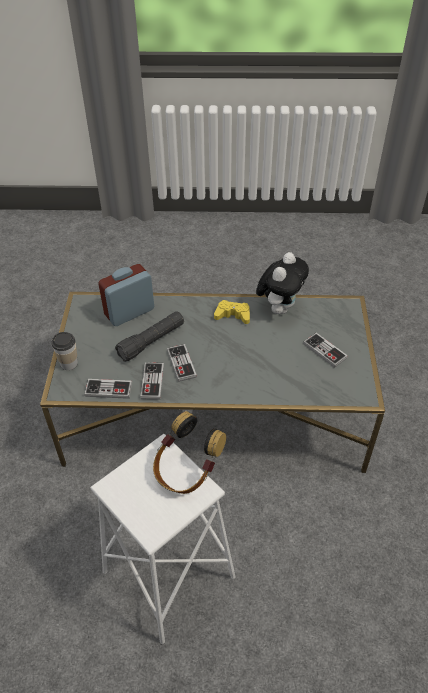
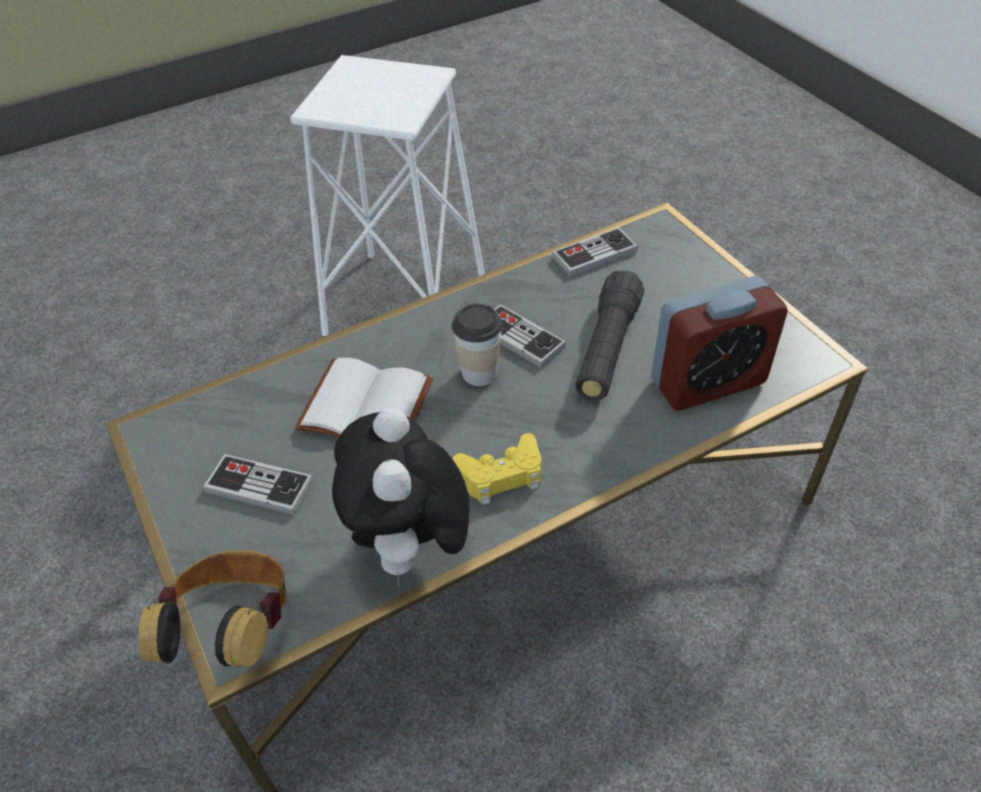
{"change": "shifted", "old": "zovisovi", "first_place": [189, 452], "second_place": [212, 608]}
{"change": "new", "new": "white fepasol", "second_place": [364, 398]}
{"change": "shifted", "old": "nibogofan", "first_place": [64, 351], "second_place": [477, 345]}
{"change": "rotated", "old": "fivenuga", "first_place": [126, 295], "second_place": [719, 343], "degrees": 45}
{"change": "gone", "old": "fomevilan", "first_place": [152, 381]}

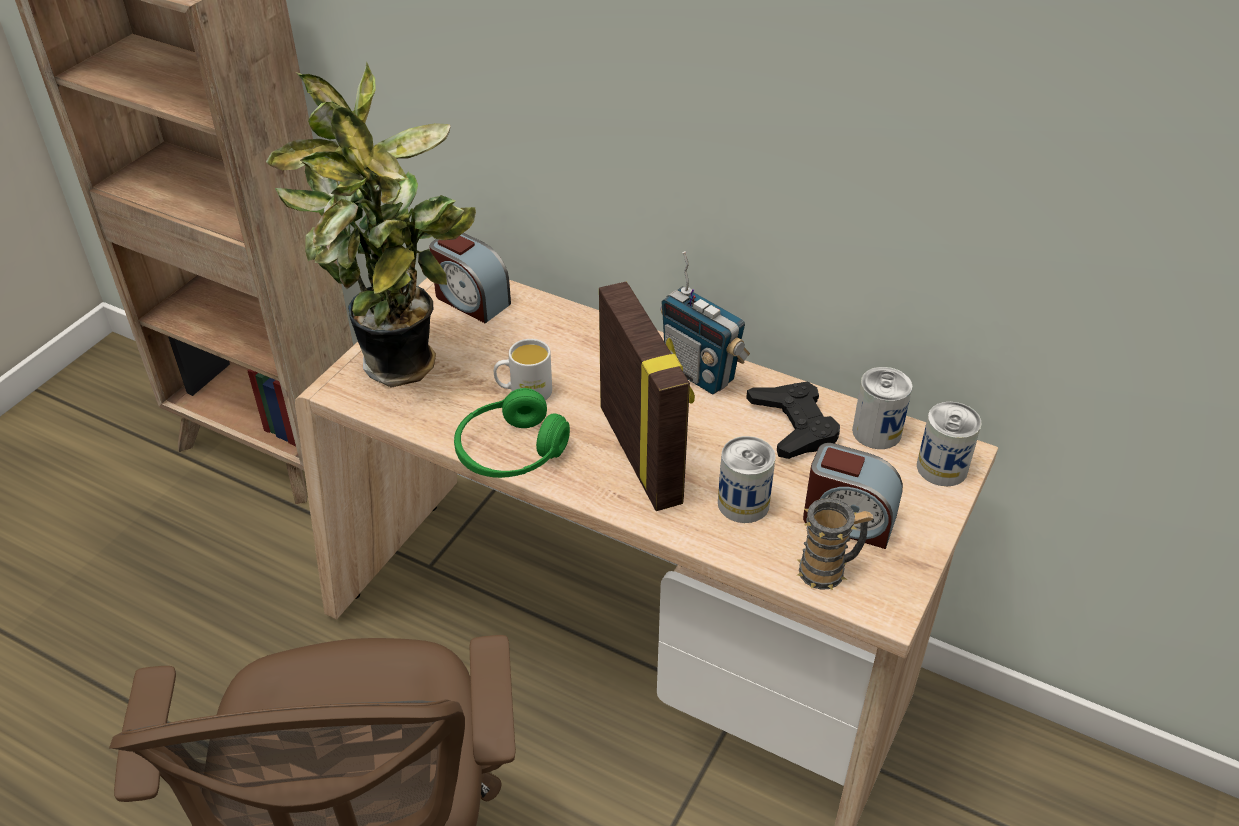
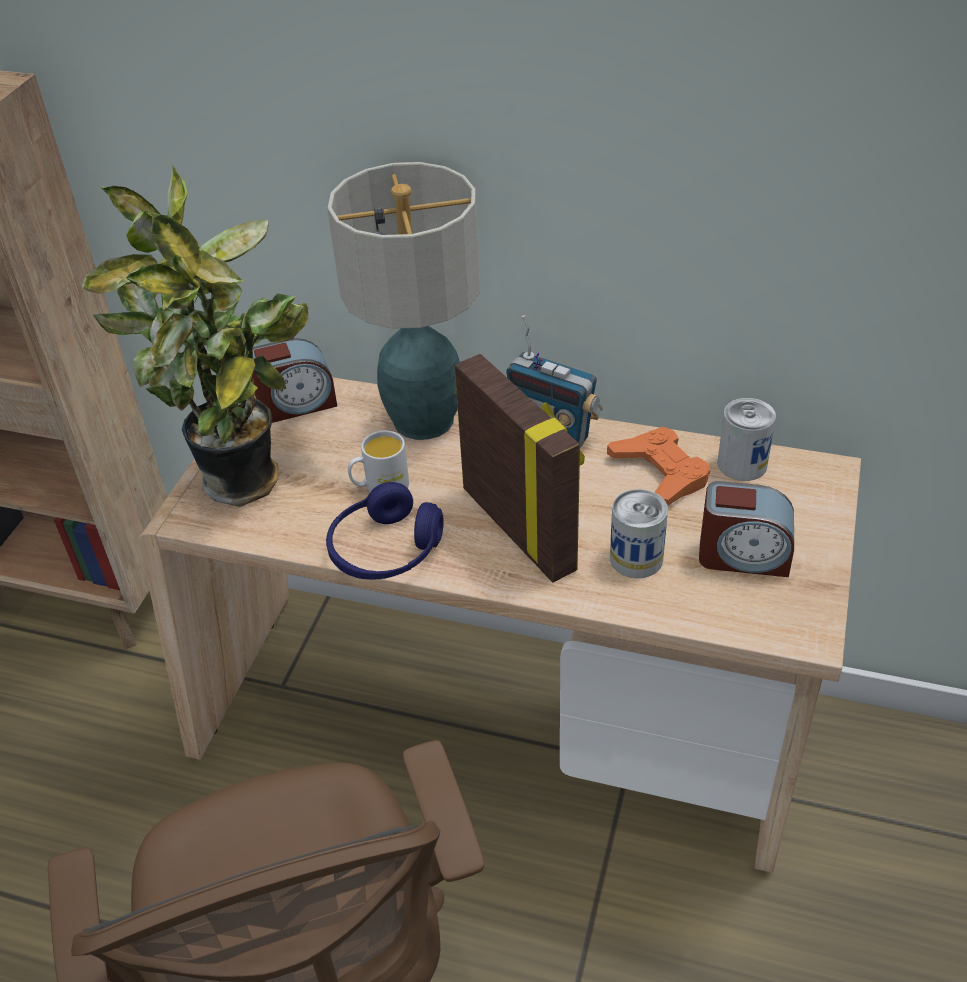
{"change": "rotated", "old": "fivenuga", "first_place": [470, 278], "second_place": [294, 380], "degrees": -45}
{"change": "repainted", "old": "green zovisovi", "new": "blue zovisovi", "first_place": [512, 433], "second_place": [385, 531]}
{"change": "new", "new": "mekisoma", "second_place": [403, 301]}
{"change": "repainted", "old": "black fomevilan", "new": "orange fomevilan", "first_place": [793, 420], "second_place": [658, 466]}
{"change": "gone", "old": "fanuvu", "first_place": [834, 544]}
{"change": "gone", "old": "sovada", "first_place": [949, 444]}

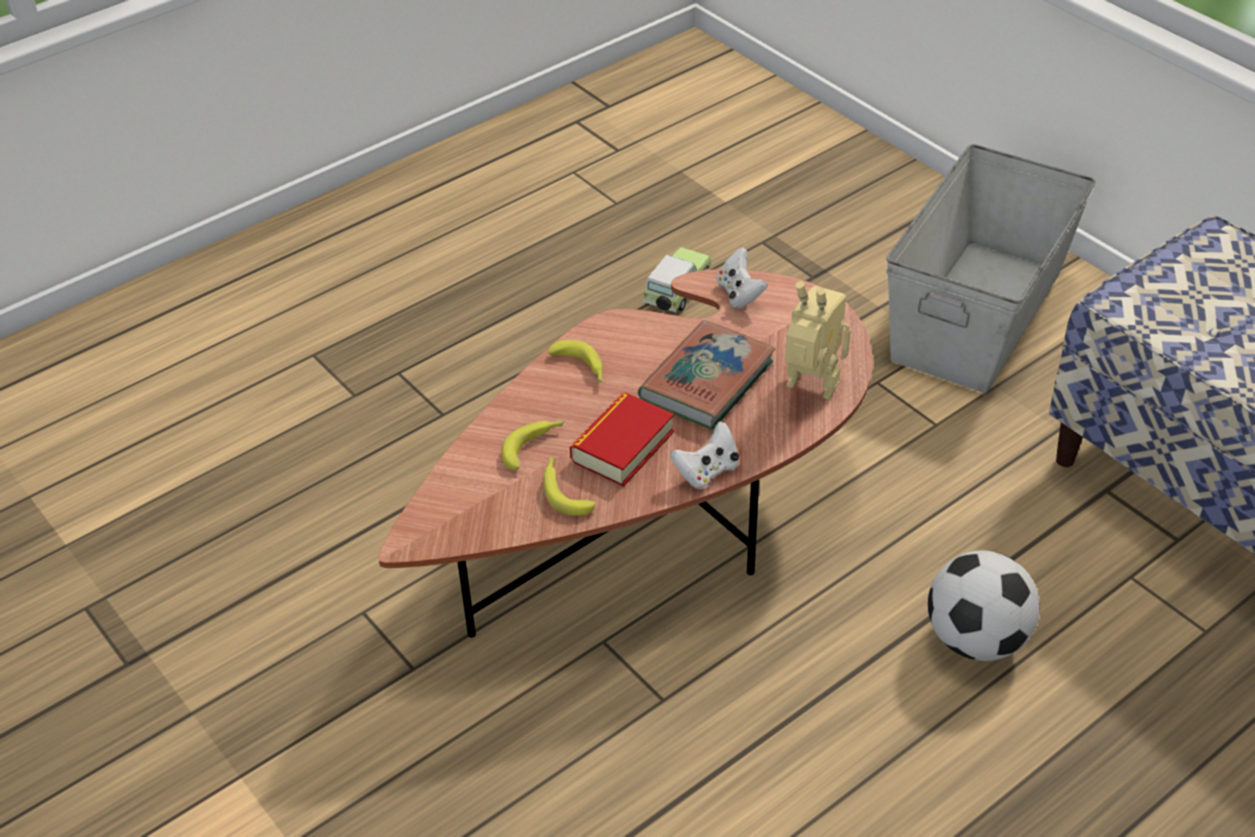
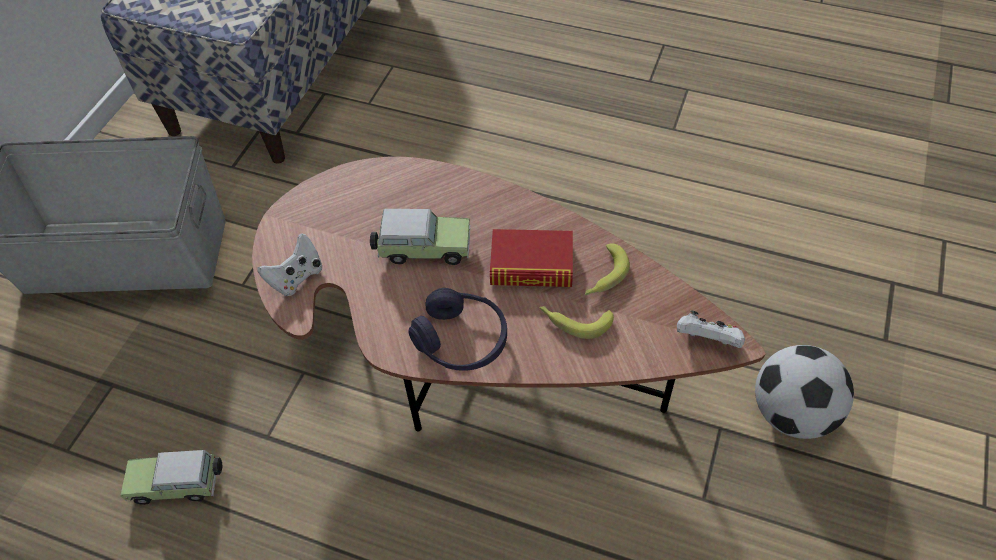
{"change": "swapped", "old": "fepasol", "new": "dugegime", "first_place": [707, 375], "second_place": [420, 237]}
{"change": "swapped", "old": "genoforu", "new": "purple zovisovi", "first_place": [575, 361], "second_place": [457, 329]}
{"change": "shifted", "old": "white fomevilan", "first_place": [704, 455], "second_place": [711, 329]}
{"change": "shifted", "old": "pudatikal", "first_place": [984, 606], "second_place": [804, 392]}
{"change": "gone", "old": "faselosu", "first_place": [818, 340]}

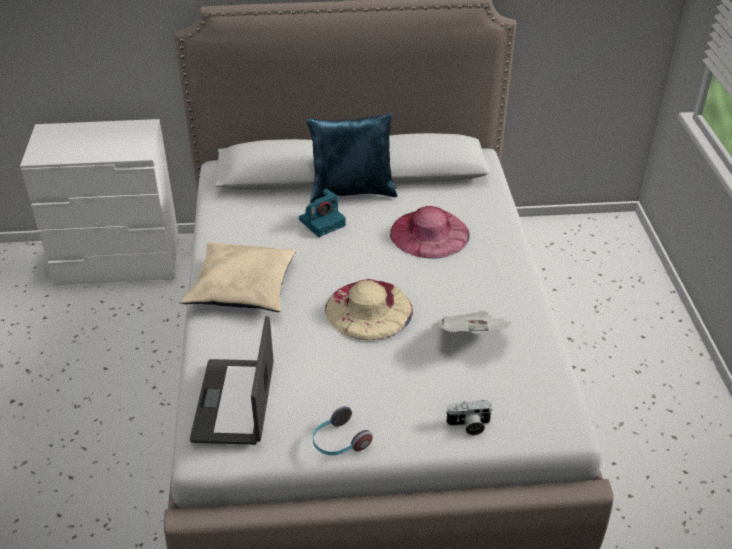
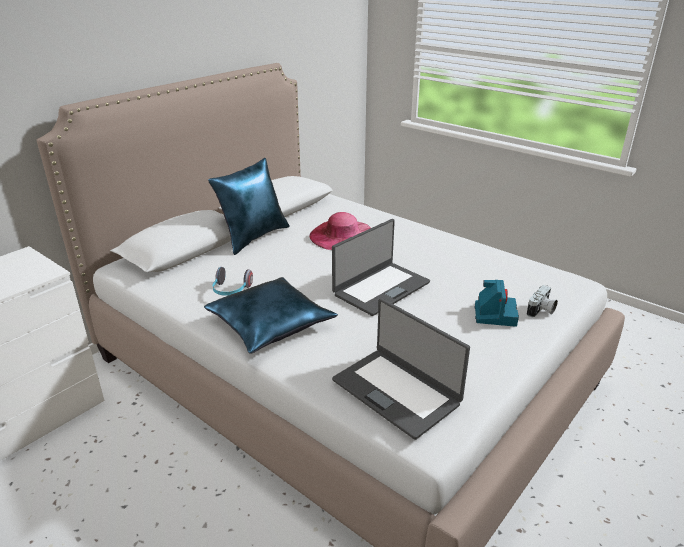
{"change": "repainted", "old": "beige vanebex", "new": "blue vanebex", "first_place": [238, 277], "second_place": [271, 315]}
{"change": "shifted", "old": "zovisovi", "first_place": [343, 430], "second_place": [233, 281]}
{"change": "swapped", "old": "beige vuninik", "new": "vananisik", "first_place": [369, 309], "second_place": [381, 267]}
{"change": "shifted", "old": "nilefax", "first_place": [322, 213], "second_place": [497, 303]}
{"change": "gone", "old": "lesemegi", "first_place": [475, 322]}

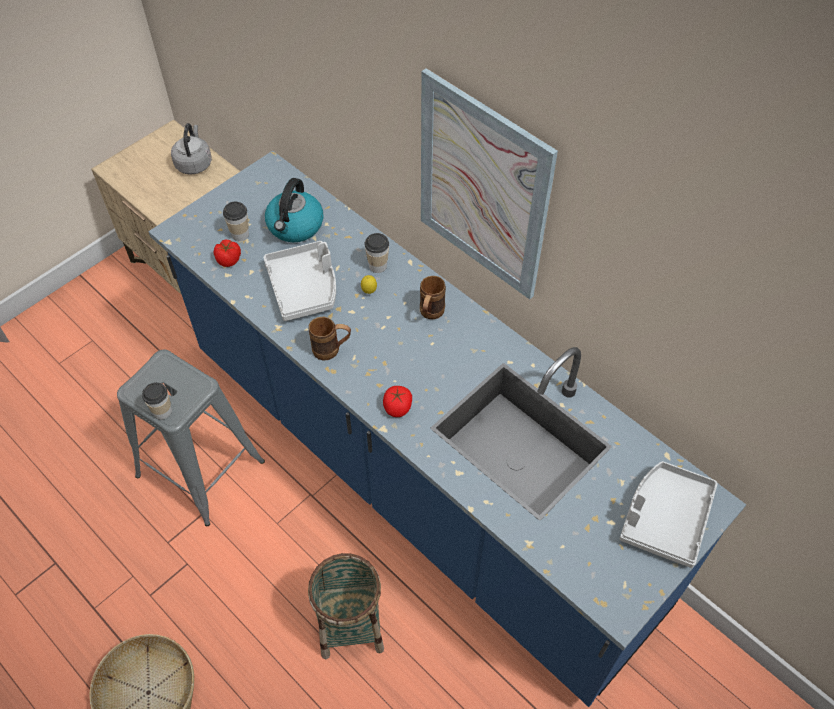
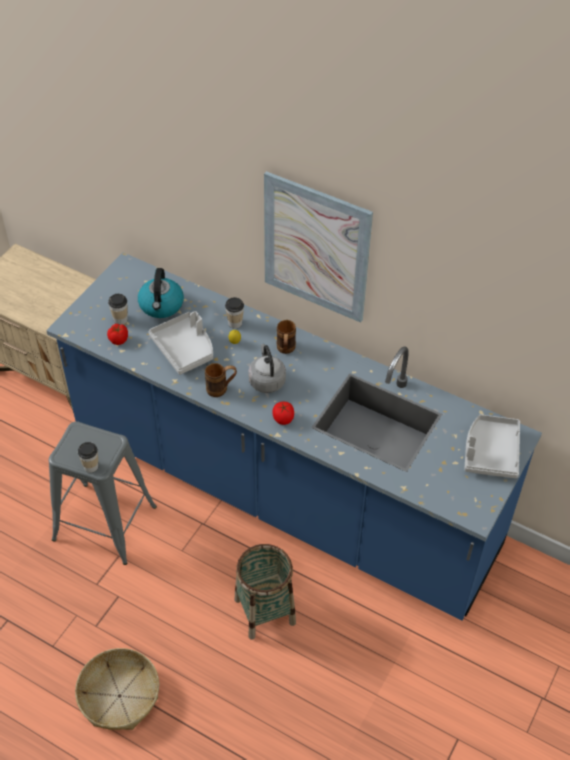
{"change": "shifted", "old": "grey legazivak", "first_place": [191, 149], "second_place": [267, 368]}

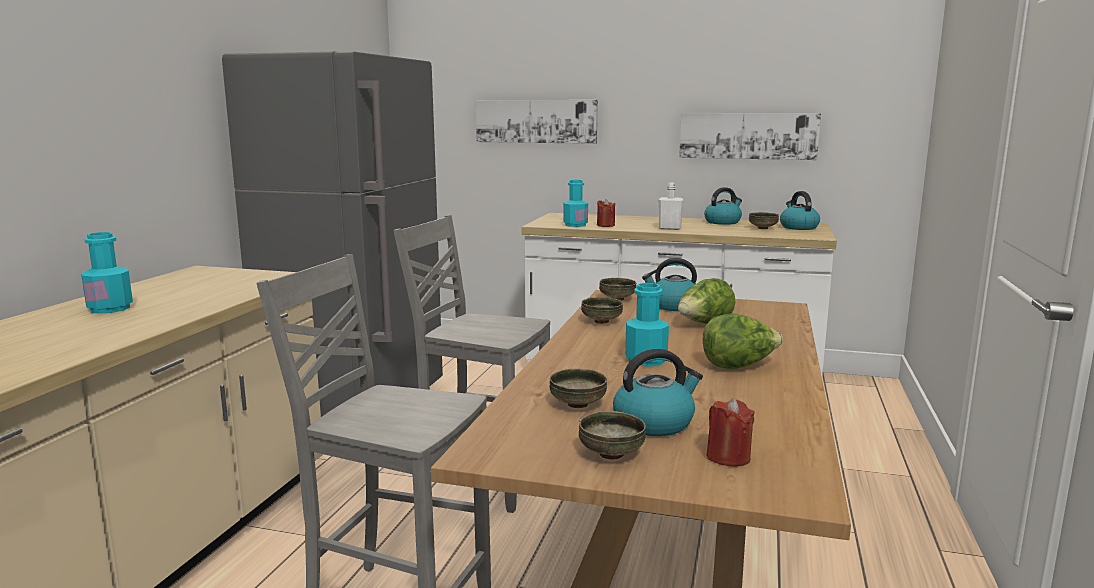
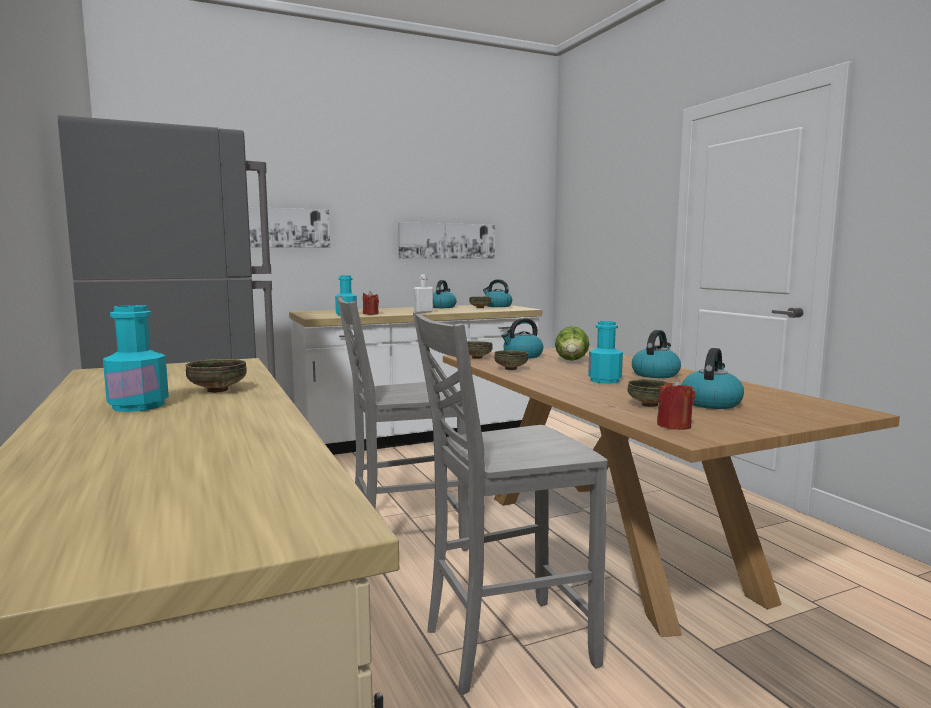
{"change": "shifted", "old": "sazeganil", "first_place": [612, 435], "second_place": [216, 376]}
{"change": "swapped", "old": "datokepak", "new": "legazivak", "first_place": [743, 341], "second_place": [656, 354]}
{"change": "shifted", "old": "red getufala", "first_place": [731, 432], "second_place": [676, 404]}

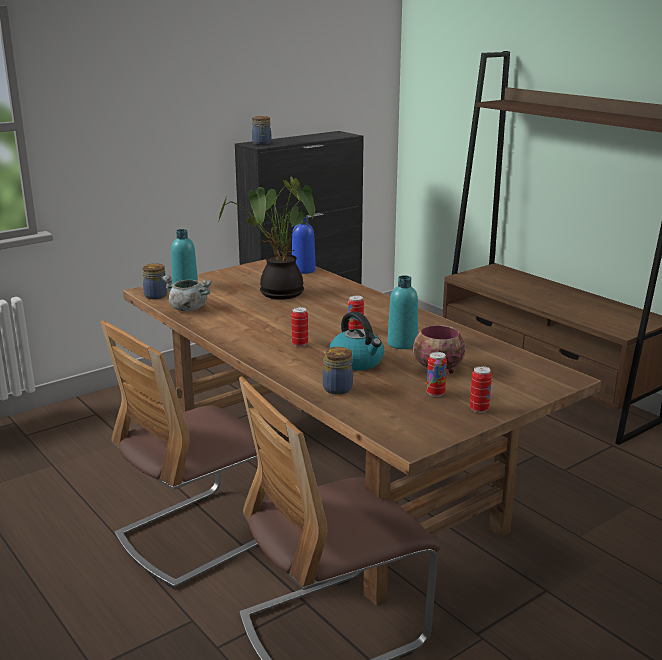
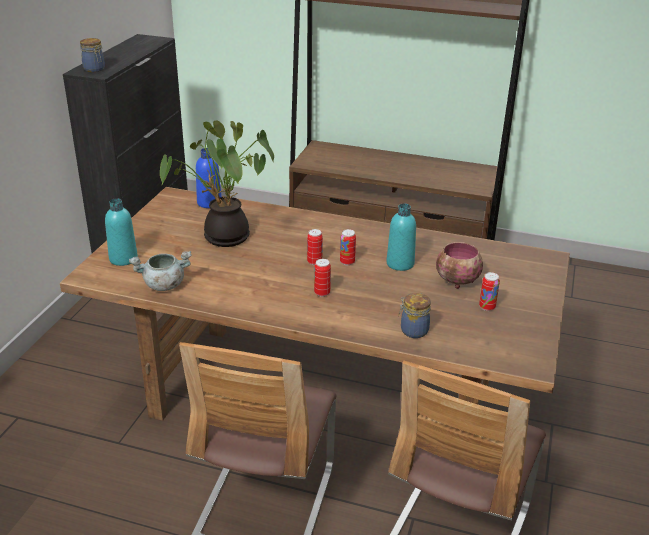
{"change": "shifted", "old": "sovada", "first_place": [481, 389], "second_place": [315, 247]}
{"change": "gone", "old": "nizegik", "first_place": [154, 281]}
{"change": "gone", "old": "legazivak", "first_place": [357, 341]}

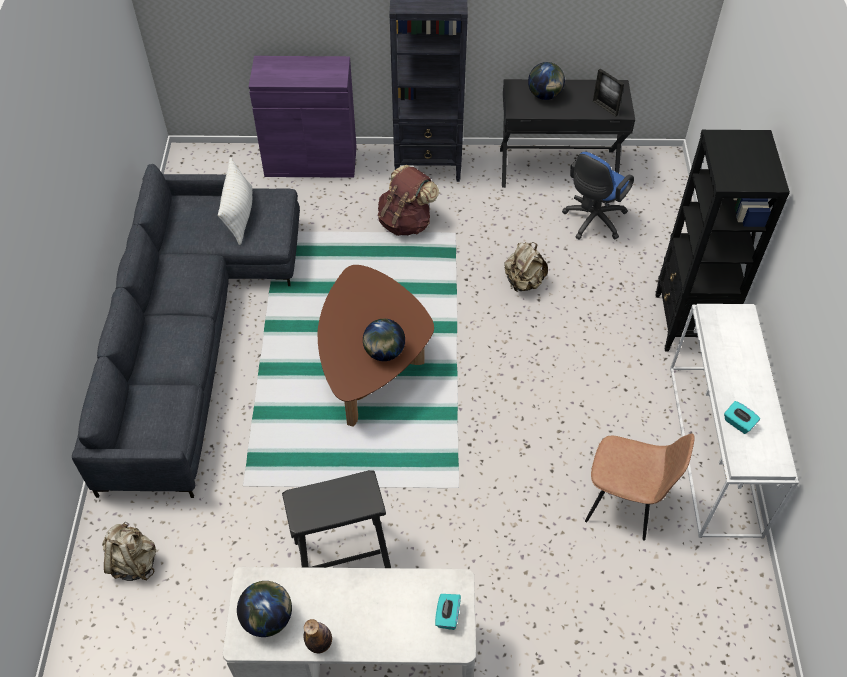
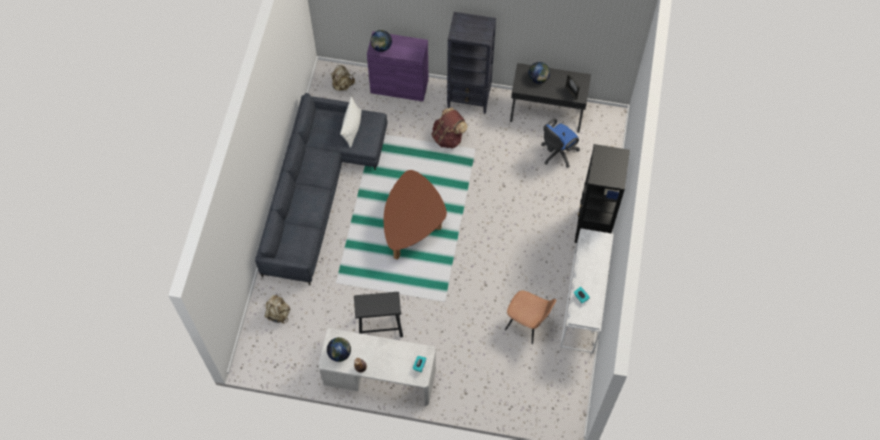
{"change": "shifted", "old": "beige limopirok", "first_place": [526, 267], "second_place": [343, 78]}
{"change": "shifted", "old": "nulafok", "first_place": [384, 340], "second_place": [381, 41]}

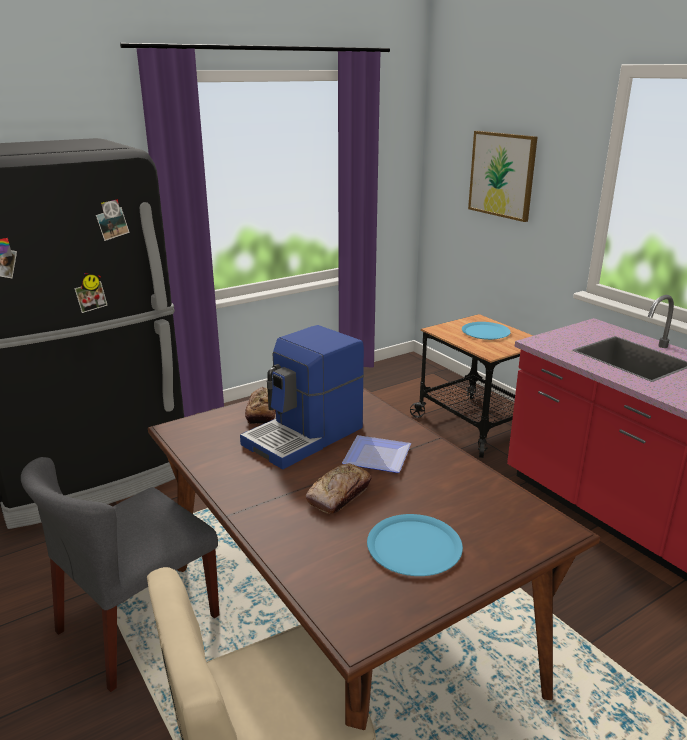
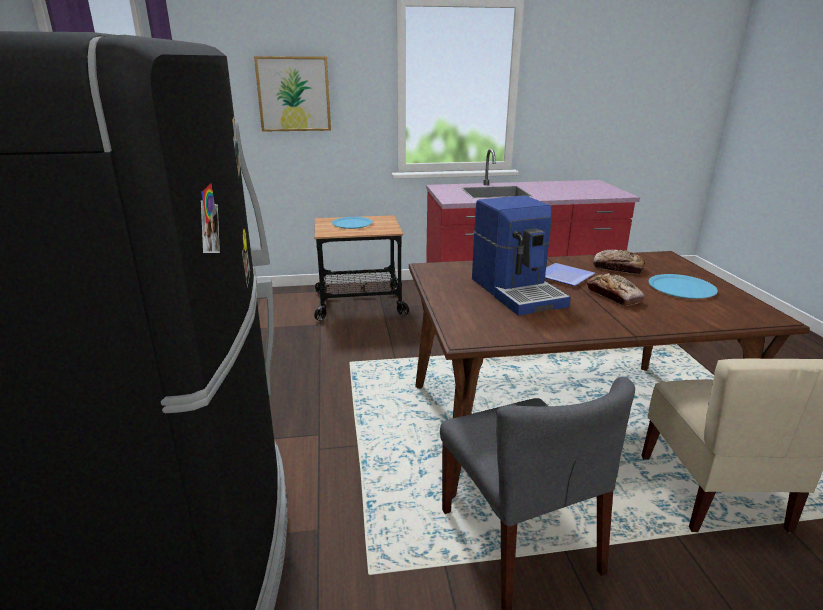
{"change": "shifted", "old": "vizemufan", "first_place": [260, 406], "second_place": [619, 262]}

